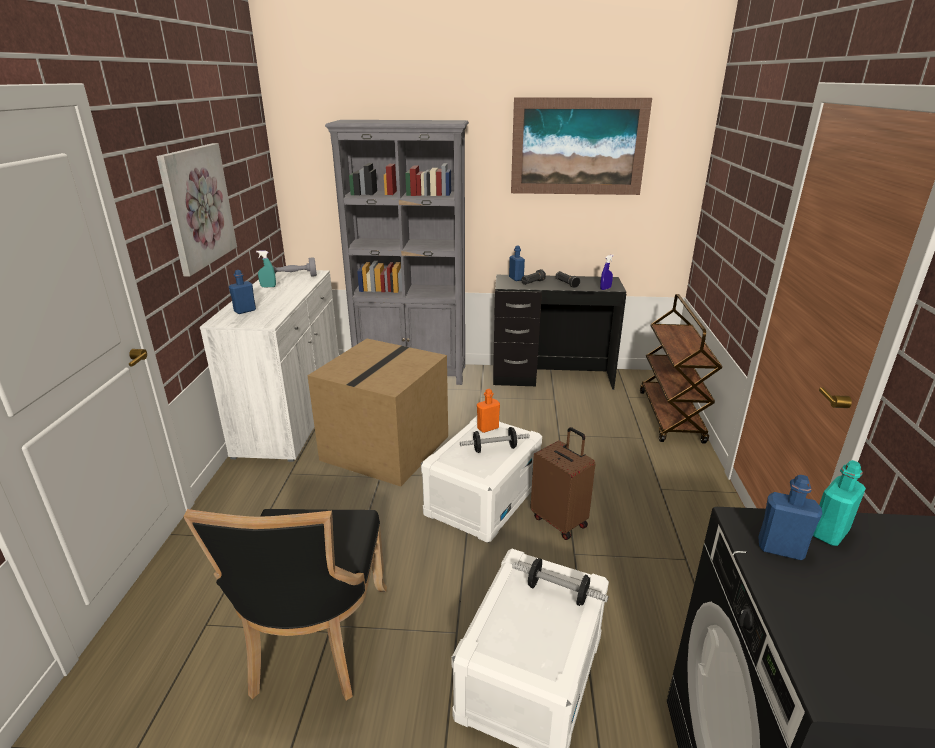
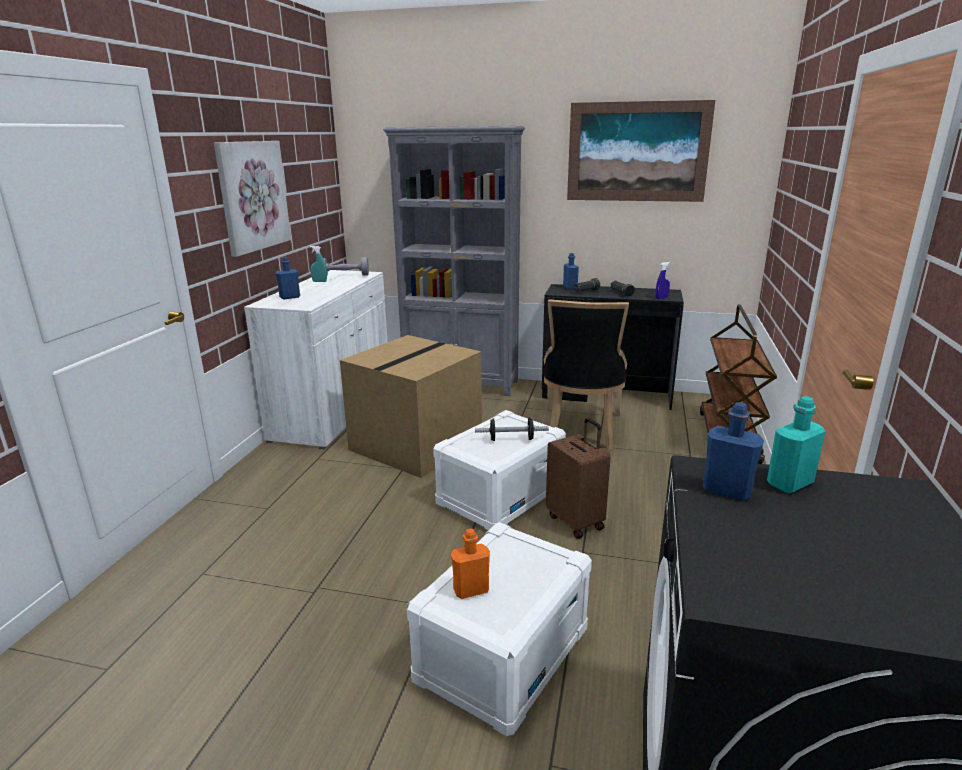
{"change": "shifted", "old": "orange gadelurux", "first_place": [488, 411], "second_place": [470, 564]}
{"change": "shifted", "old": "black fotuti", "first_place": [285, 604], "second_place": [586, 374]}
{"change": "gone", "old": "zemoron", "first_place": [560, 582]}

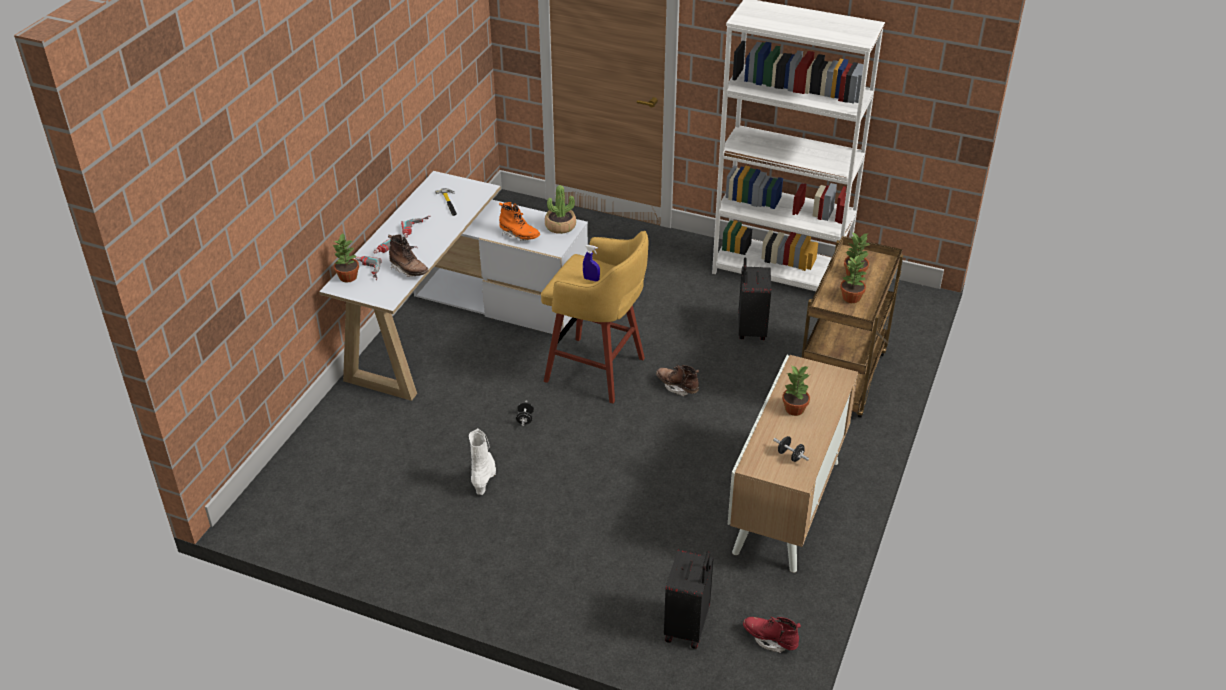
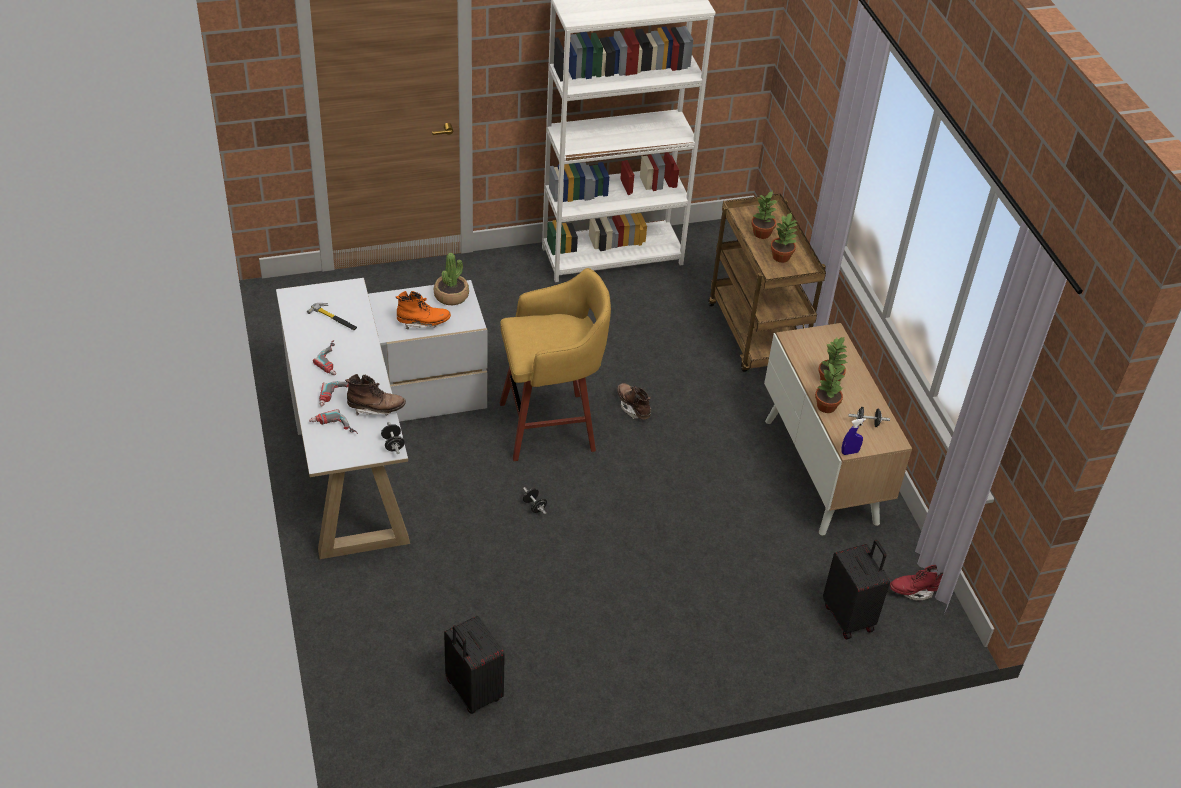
{"change": "new", "new": "black zemoron", "second_place": [393, 438]}
{"change": "shifted", "old": "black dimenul", "first_place": [754, 299], "second_place": [474, 665]}
{"change": "rotated", "old": "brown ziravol", "first_place": [677, 380], "second_place": [634, 401], "degrees": 60}
{"change": "shifted", "old": "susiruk", "first_place": [345, 258], "second_place": [830, 388]}
{"change": "shifted", "old": "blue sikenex", "first_place": [591, 263], "second_place": [853, 436]}
{"change": "gone", "old": "white ziravol", "first_place": [482, 462]}

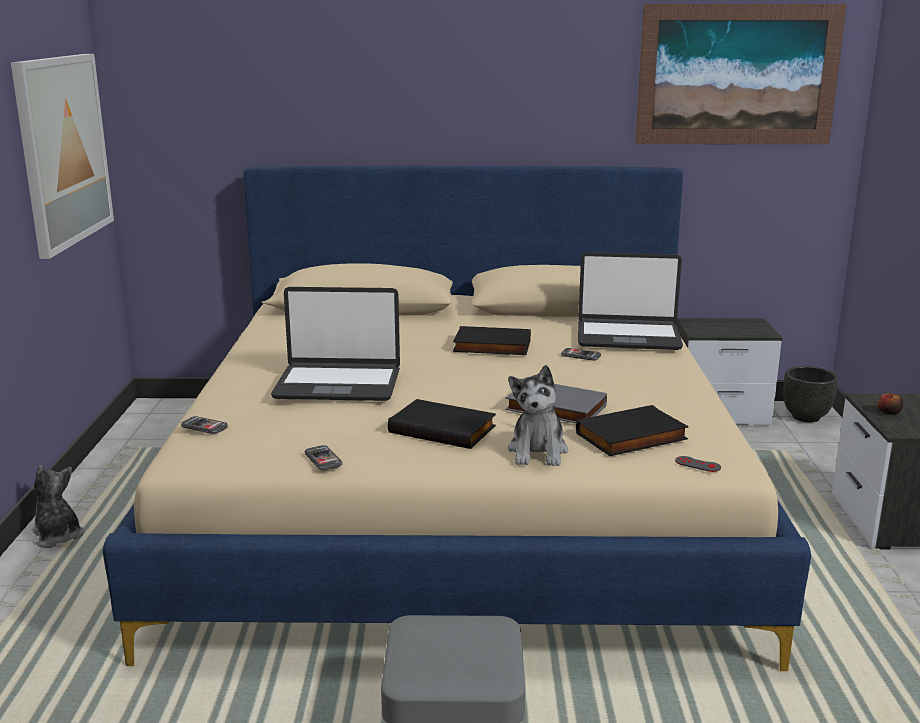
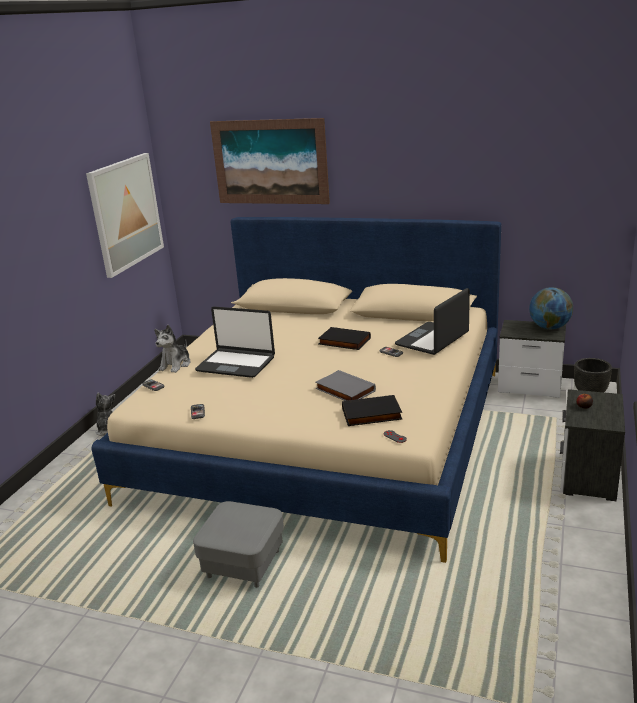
{"change": "shifted", "old": "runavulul", "first_place": [538, 415], "second_place": [172, 349]}
{"change": "shifted", "old": "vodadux", "first_place": [741, 74], "second_place": [270, 161]}
{"change": "rotated", "old": "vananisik", "first_place": [630, 301], "second_place": [432, 321], "degrees": 105}
{"change": "new", "new": "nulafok", "second_place": [551, 308]}
{"change": "gone", "old": "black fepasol", "first_place": [442, 424]}

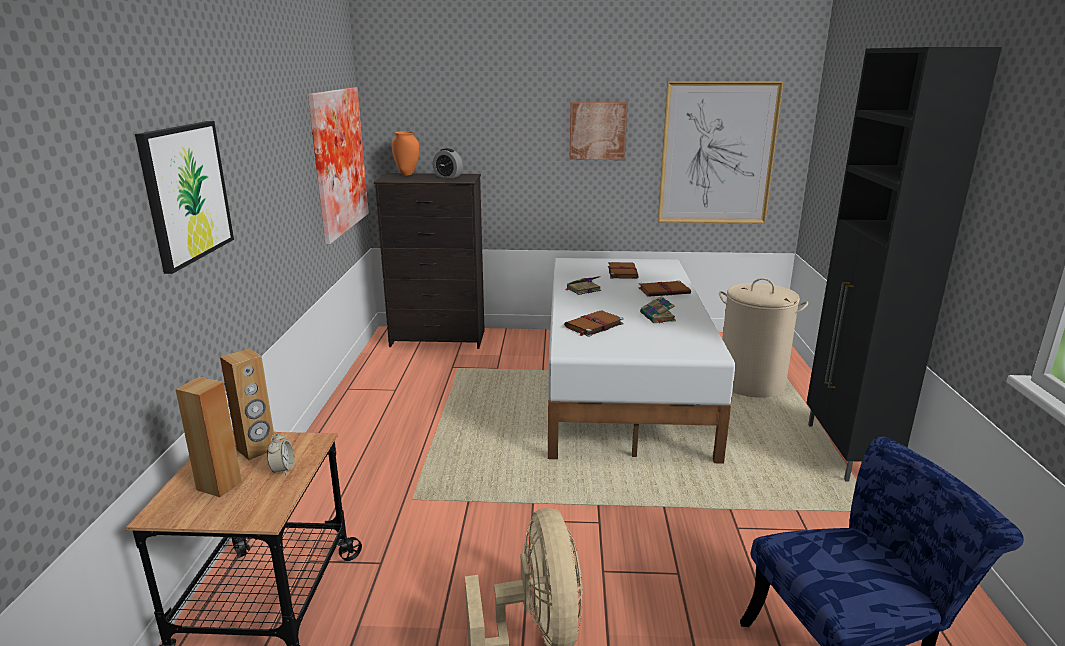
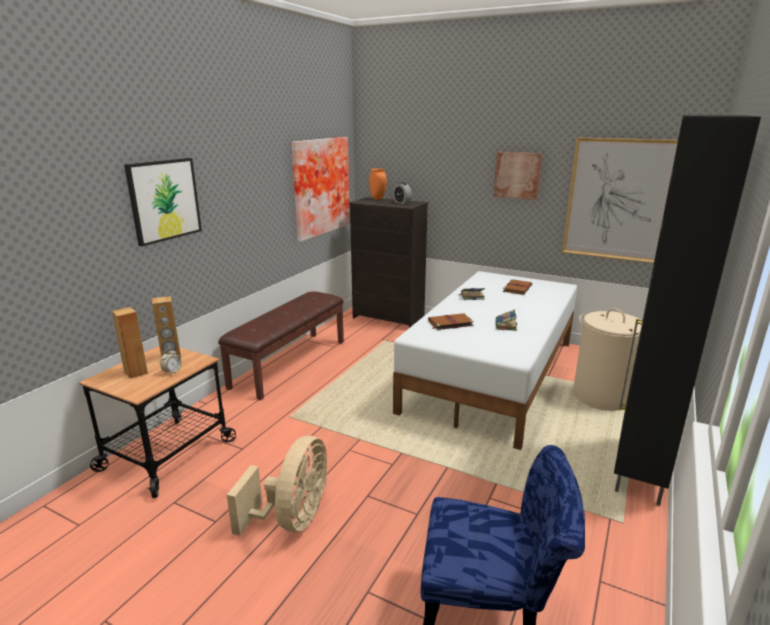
{"change": "new", "new": "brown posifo", "second_place": [281, 346]}
{"change": "gone", "old": "brown fepasol", "first_place": [665, 288]}

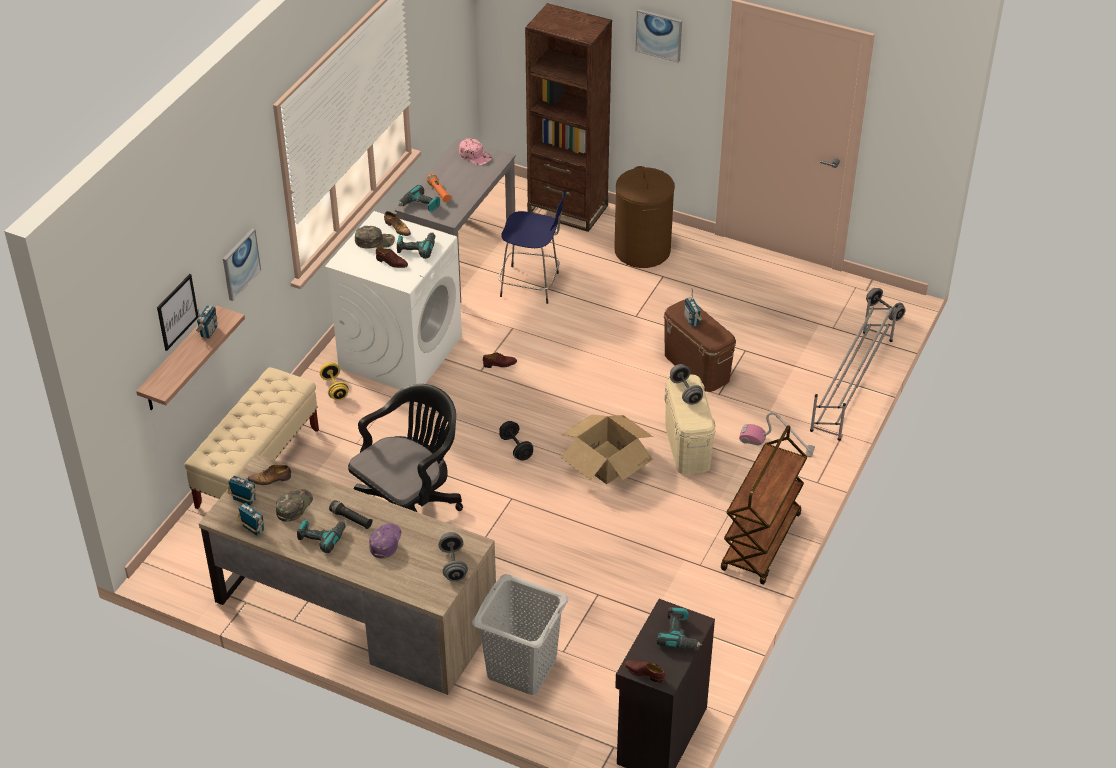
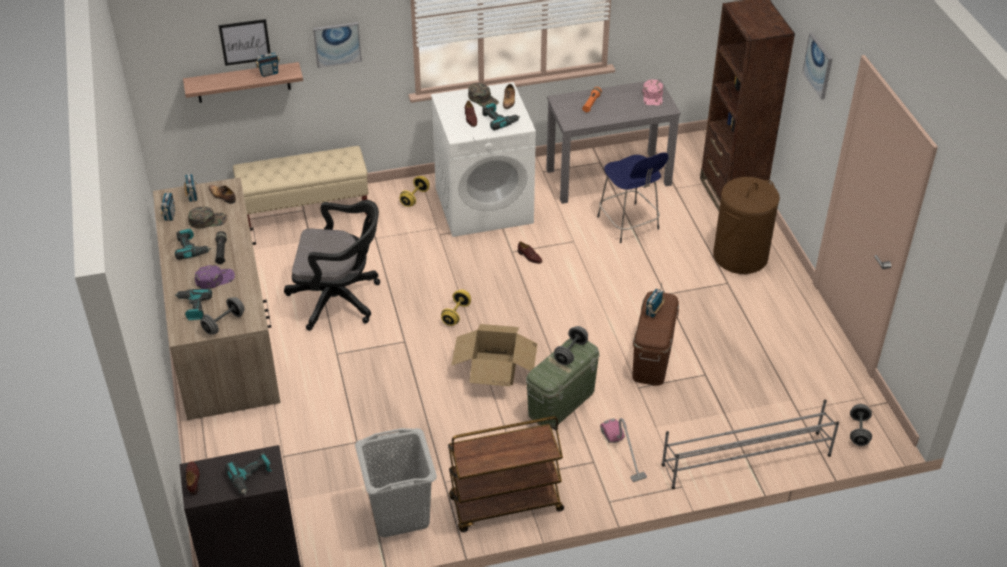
{"change": "shifted", "old": "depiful", "first_place": [419, 199], "second_place": [193, 304]}
{"change": "shifted", "old": "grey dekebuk", "first_place": [520, 634], "second_place": [396, 483]}
{"change": "repainted", "old": "black zemoron", "new": "yellow zemoron", "first_place": [516, 441], "second_place": [456, 308]}
{"change": "repainted", "old": "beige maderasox", "new": "green maderasox", "first_place": [690, 424], "second_place": [563, 382]}

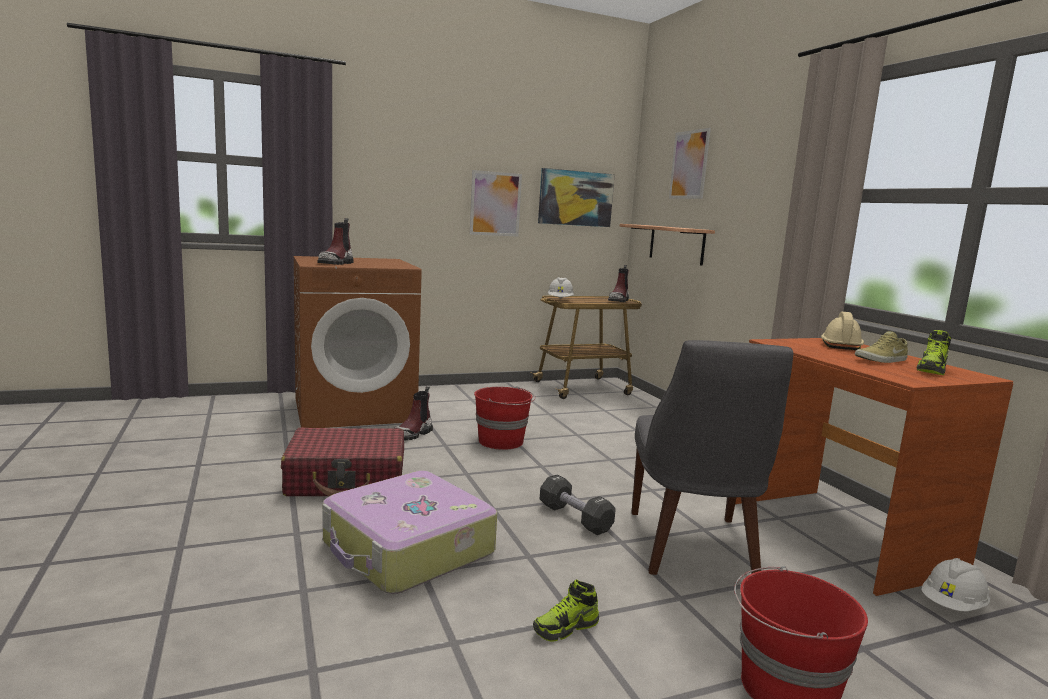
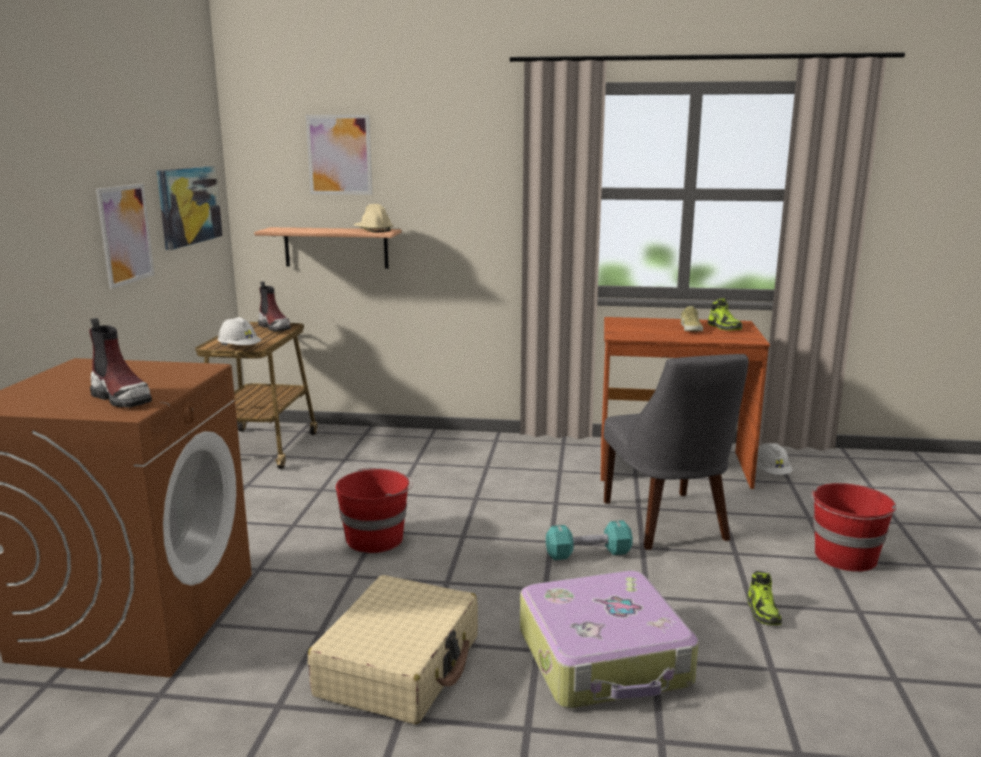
{"change": "repainted", "old": "red dimenul", "new": "beige dimenul", "first_place": [342, 461], "second_place": [393, 650]}
{"change": "shifted", "old": "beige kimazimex", "first_place": [842, 331], "second_place": [373, 218]}
{"change": "repainted", "old": "black zemoron", "new": "turquoise zemoron", "first_place": [578, 504], "second_place": [589, 540]}
{"change": "rotated", "old": "grey fotuti", "first_place": [712, 457], "second_place": [676, 452], "degrees": 45}
{"change": "gone", "old": "ziravol", "first_place": [414, 413]}

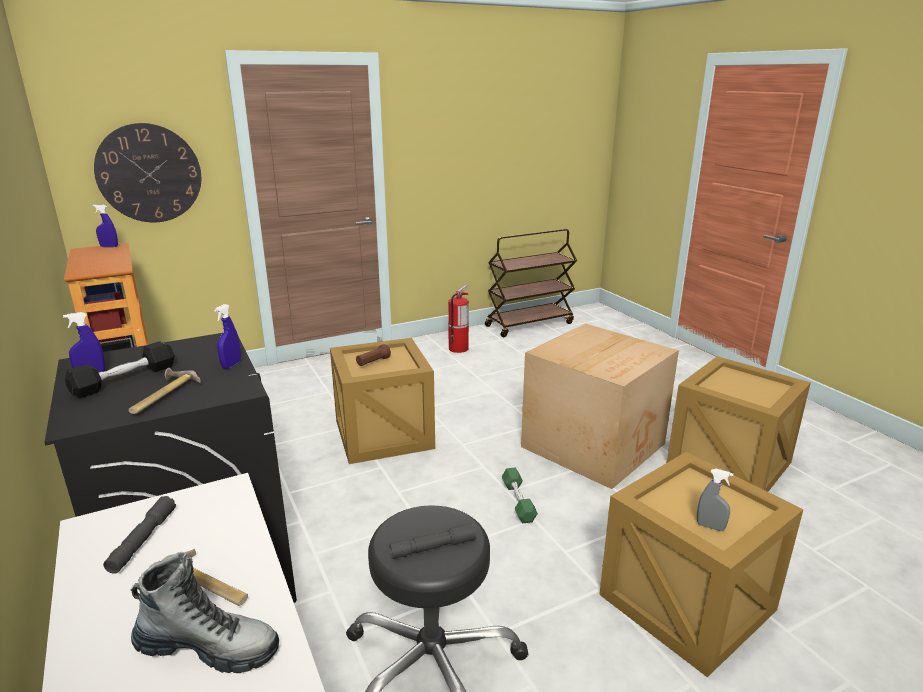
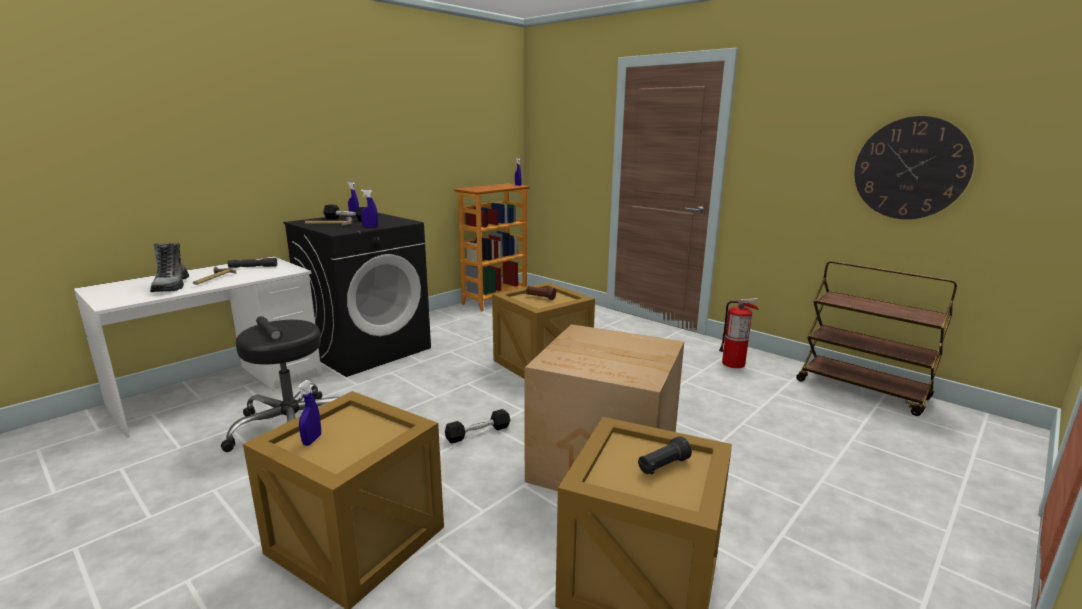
{"change": "repainted", "old": "grey sikenex", "new": "blue sikenex", "first_place": [715, 500], "second_place": [309, 413]}
{"change": "repainted", "old": "green zemoron", "new": "black zemoron", "first_place": [520, 495], "second_place": [477, 426]}
{"change": "new", "new": "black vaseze", "second_place": [665, 455]}
{"change": "shifted", "old": "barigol", "first_place": [147, 172], "second_place": [914, 167]}

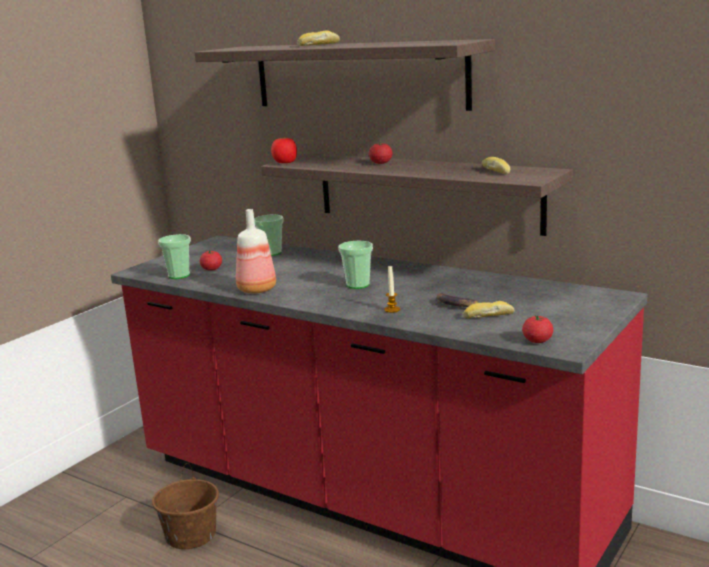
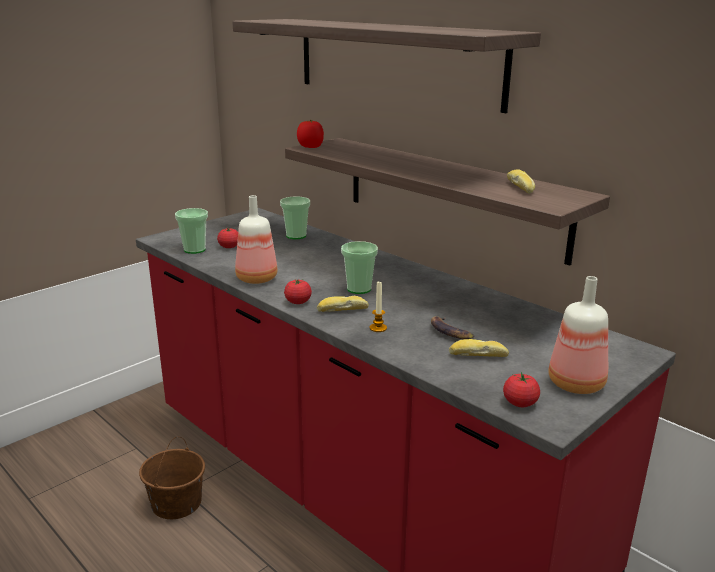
{"change": "shifted", "old": "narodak", "first_place": [381, 153], "second_place": [298, 291]}
{"change": "shifted", "old": "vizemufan", "first_place": [318, 38], "second_place": [343, 304]}
{"change": "new", "new": "gadelurux", "second_place": [578, 335]}

